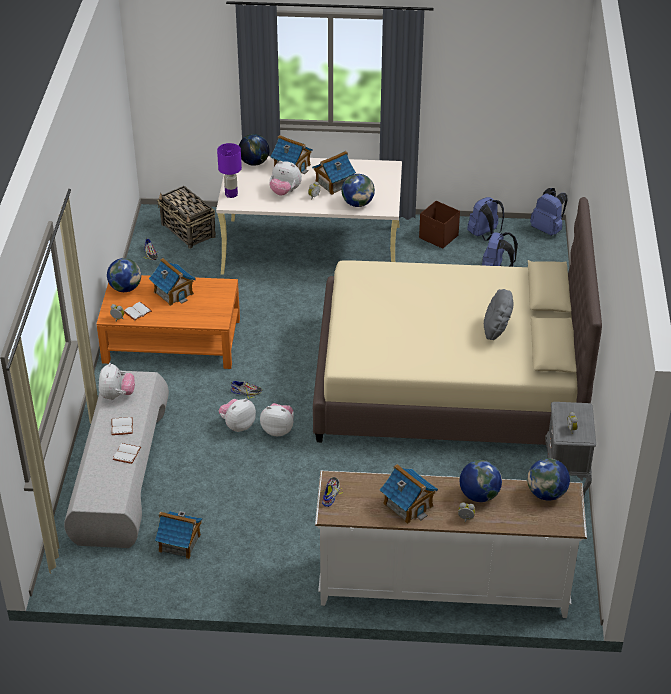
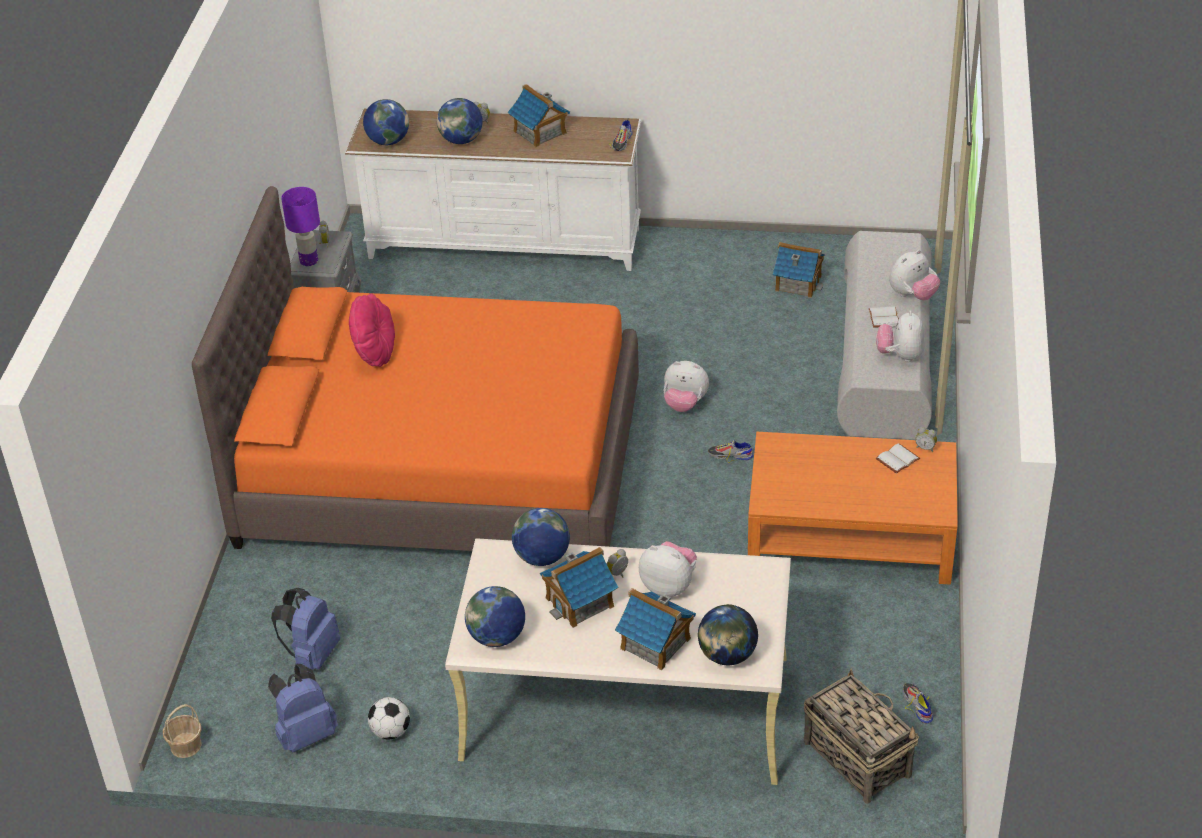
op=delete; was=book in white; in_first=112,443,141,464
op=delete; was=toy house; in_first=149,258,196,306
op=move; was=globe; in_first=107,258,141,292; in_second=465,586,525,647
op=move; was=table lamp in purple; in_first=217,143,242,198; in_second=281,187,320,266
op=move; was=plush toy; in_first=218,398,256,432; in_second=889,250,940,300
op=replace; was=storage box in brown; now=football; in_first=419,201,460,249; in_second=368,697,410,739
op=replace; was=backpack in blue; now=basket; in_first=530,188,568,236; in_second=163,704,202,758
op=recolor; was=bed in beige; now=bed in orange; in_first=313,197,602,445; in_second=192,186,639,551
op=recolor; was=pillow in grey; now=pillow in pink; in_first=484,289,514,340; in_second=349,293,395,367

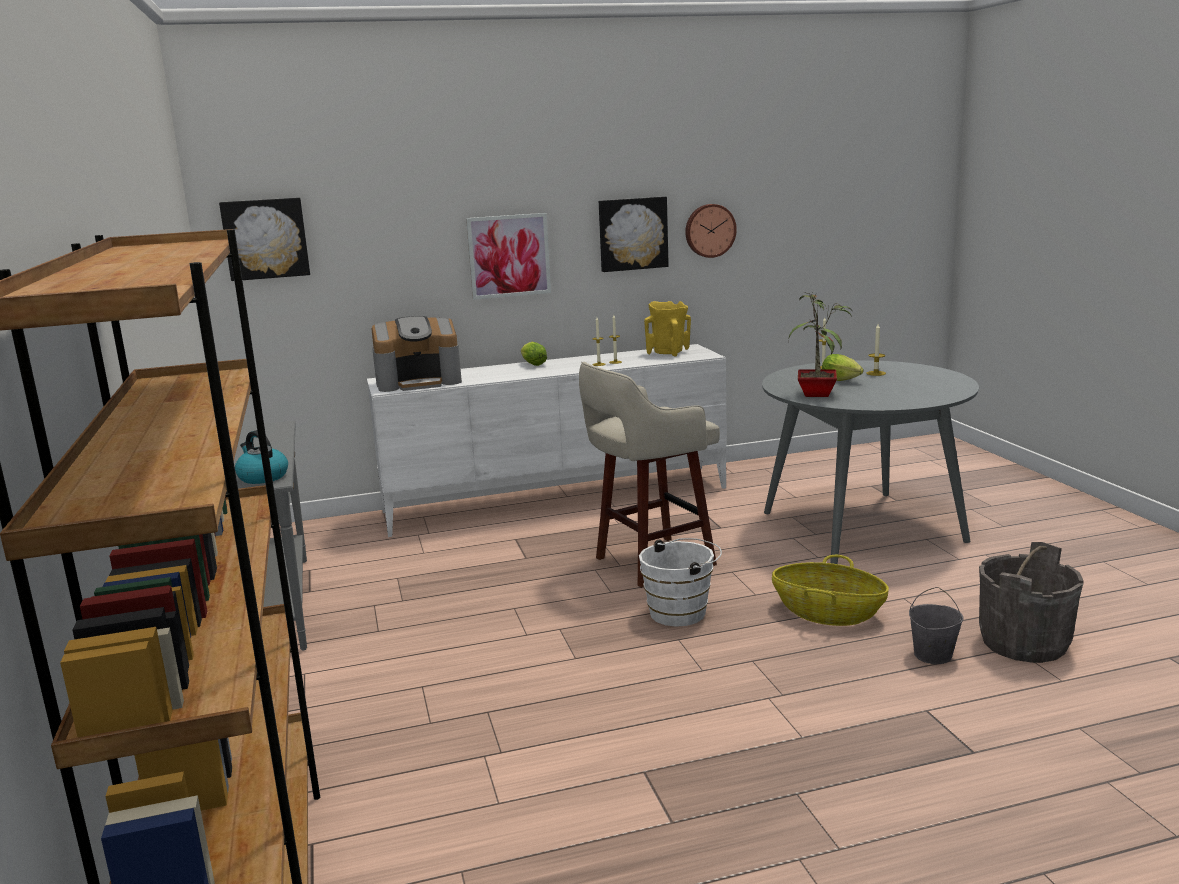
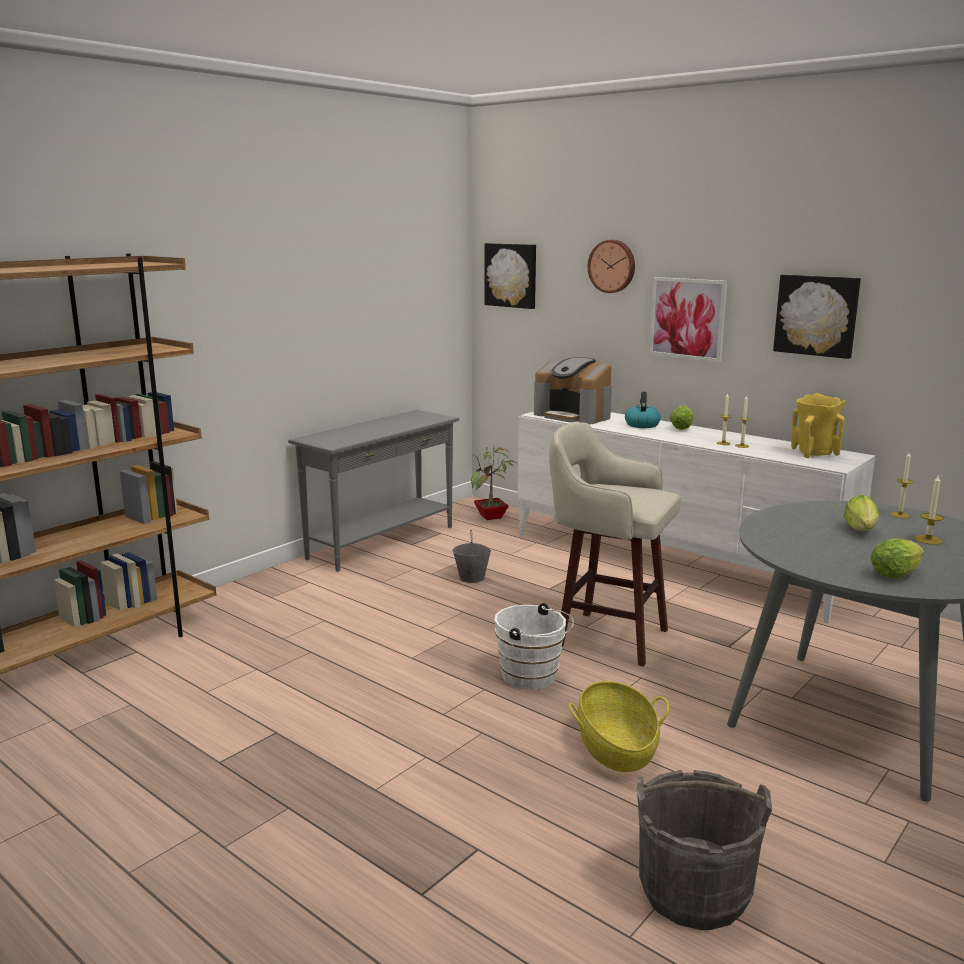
op=insert; now=lettuce; in_second=870,539,924,578
op=move; was=kettle; in_first=235,430,288,484; in_second=625,392,661,428
op=move; was=wall clock; in_first=685,204,737,258; in_second=587,240,635,293
op=move; was=potted plant; in_first=788,292,853,397; in_second=471,447,517,520
op=move; was=bucket in grey; in_first=909,587,964,664; in_second=452,529,491,583

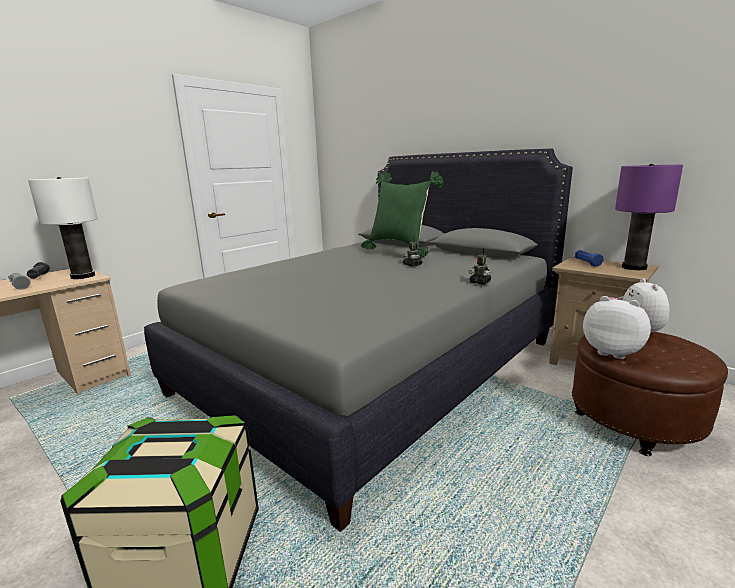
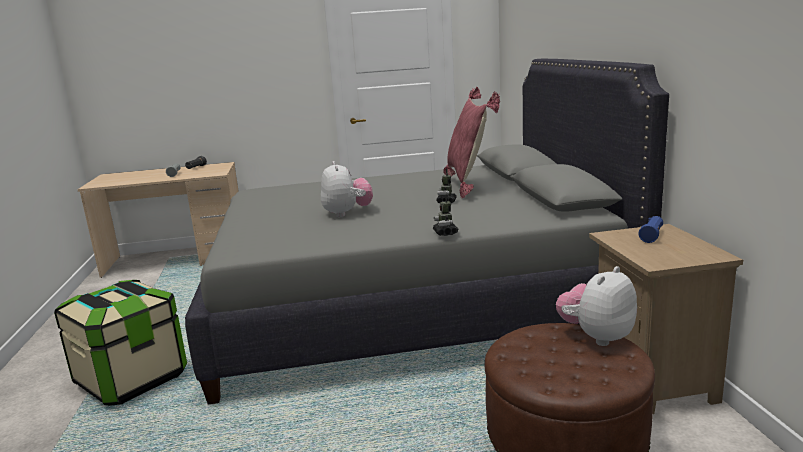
op=delete; was=table lamp in white; in_first=28,177,98,279
op=delete; was=table lamp in purple; in_first=615,164,683,270
op=move; was=plush toy; in_first=583,296,651,359; in_second=321,161,373,217
op=recolor; was=pillow in green; now=pillow in red; in_first=361,171,443,259; in_second=443,87,500,199

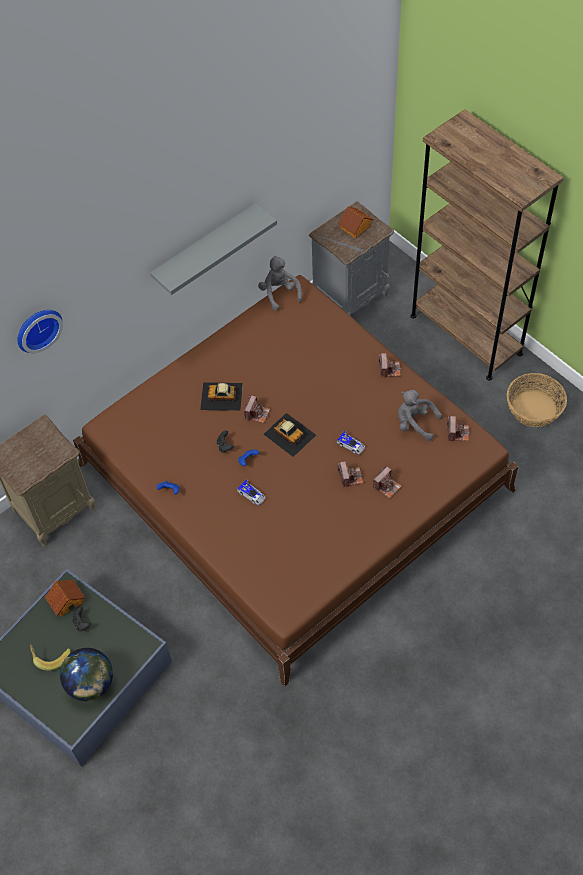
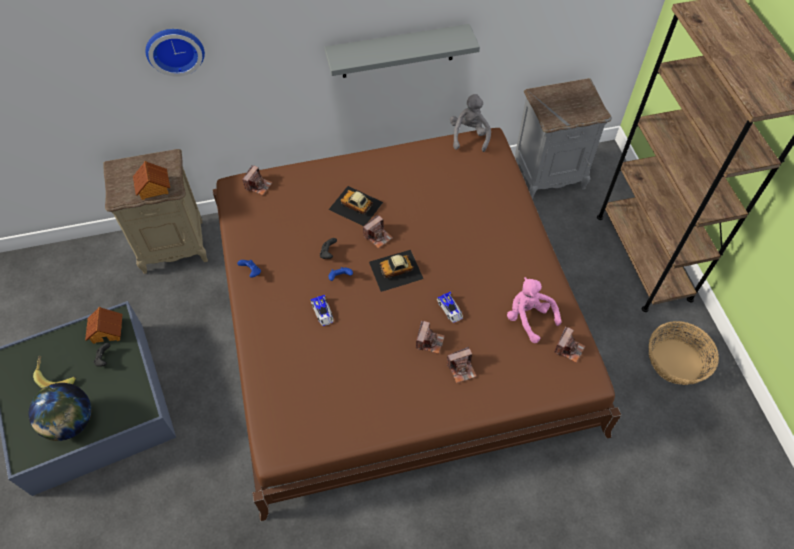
op=move; was=toy house; in_first=338,206,374,239; in_second=133,161,170,200
op=move; was=photo camera; in_first=379,353,401,378; in_second=242,166,273,195
op=recolor; was=plush toy in grey; now=plush toy in pink; in_first=398,390,442,441; in_second=507,277,562,343
op=rotate; was=toy car; in_first=264,413,316,457; in_second=369,250,423,292; clockwise=90

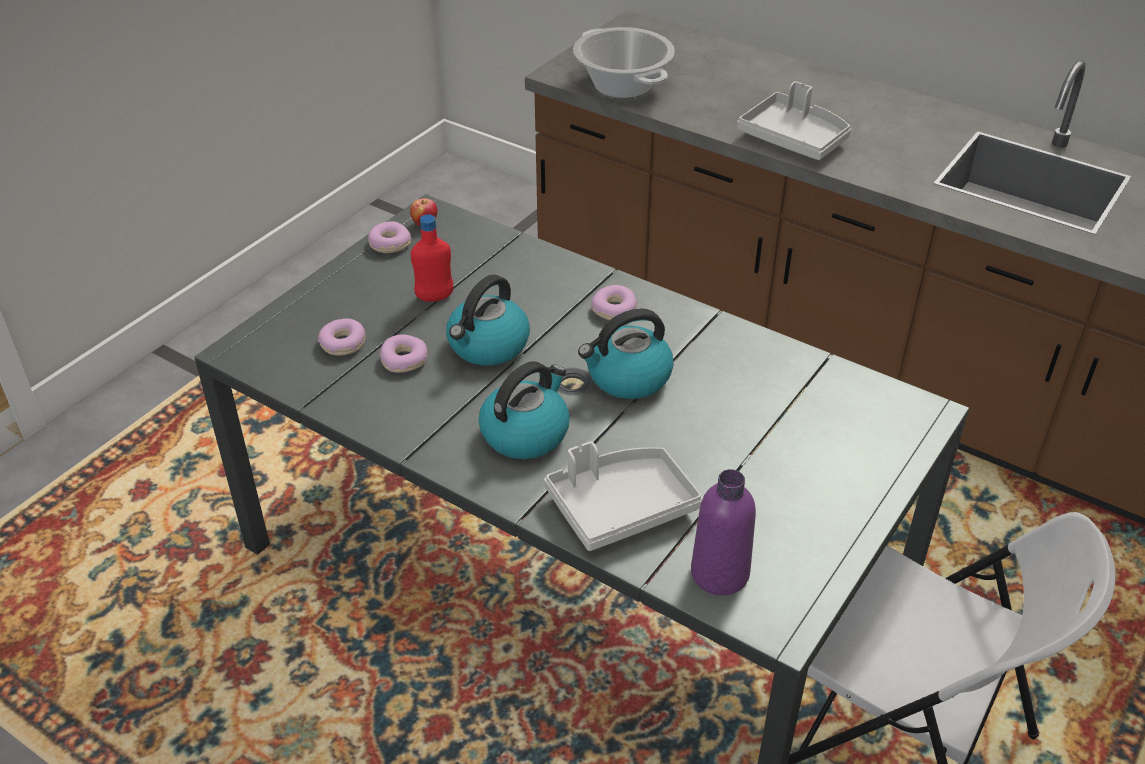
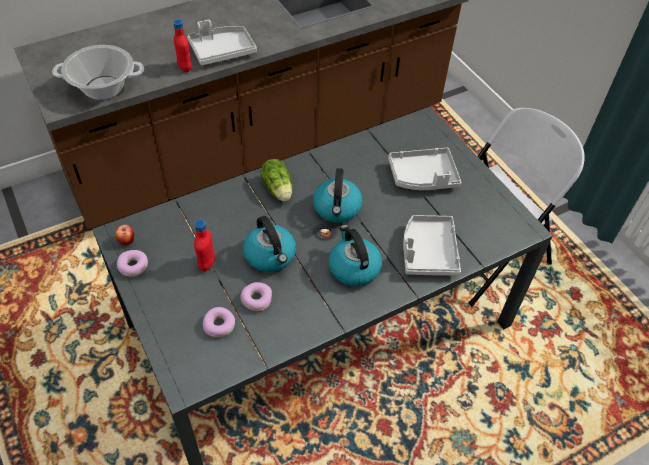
op=delete; was=bottle in purple; in_first=691,469,756,595
op=insert; now=bottle in red; in_second=174,20,192,72
op=insert; now=tray in grey; in_second=388,148,462,190
op=replace; was=donut; now=lettuce; in_first=591,285,637,320; in_second=261,159,292,201

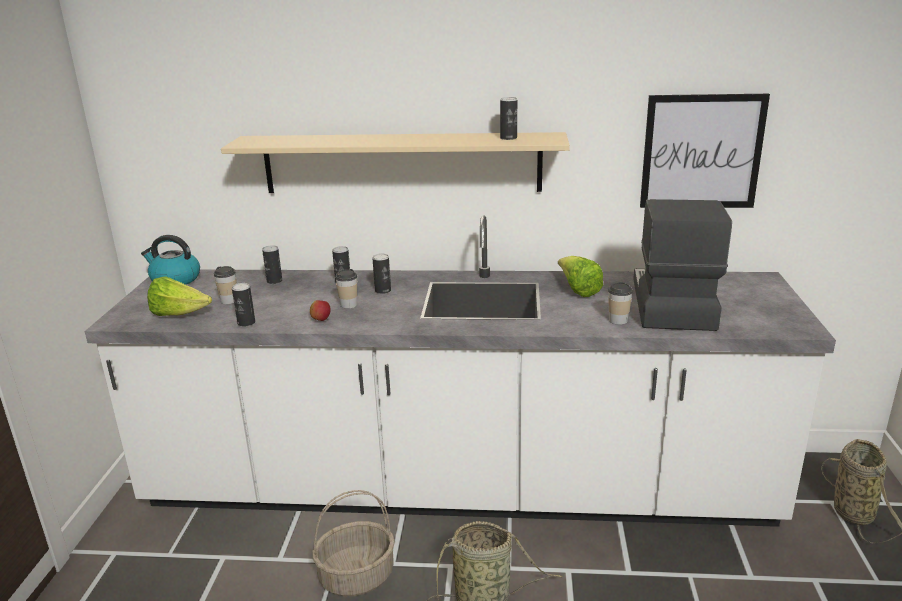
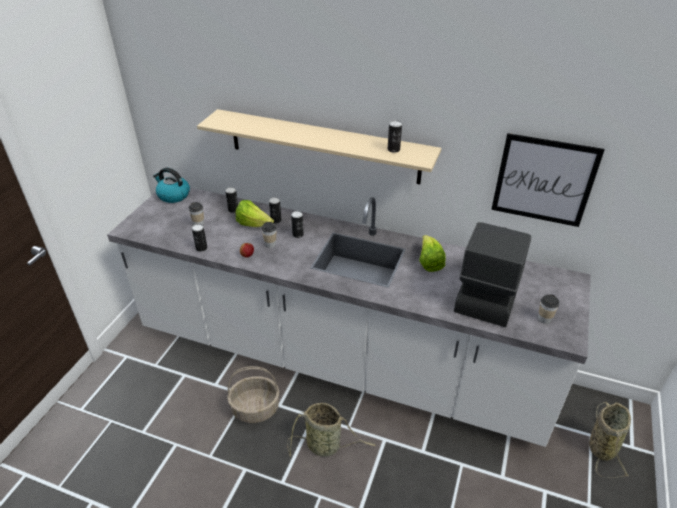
op=move; was=lettuce; in_first=147,276,212,316; in_second=235,200,274,227
op=move; was=cup; in_first=608,282,633,325; in_second=538,294,560,324

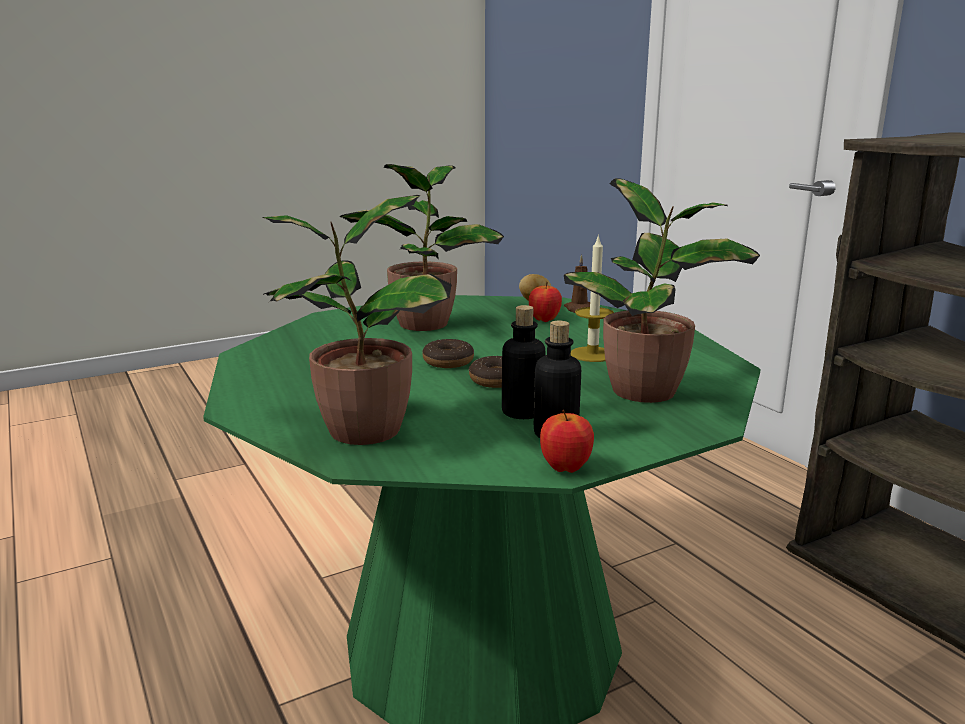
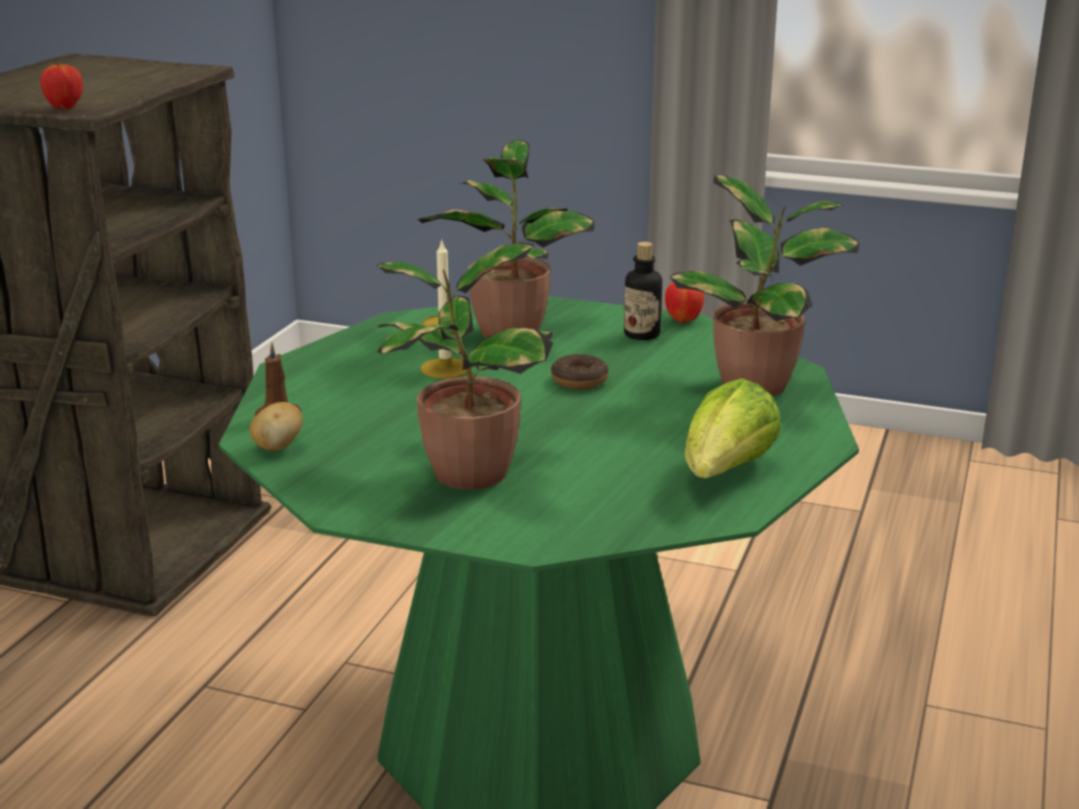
op=delete; was=donut; in_first=422,339,474,368
op=delete; was=bottle; in_first=502,305,545,419
op=insert; now=lettuce; in_second=685,378,781,478
op=move; was=apple; in_first=529,282,562,322; in_second=40,60,83,109

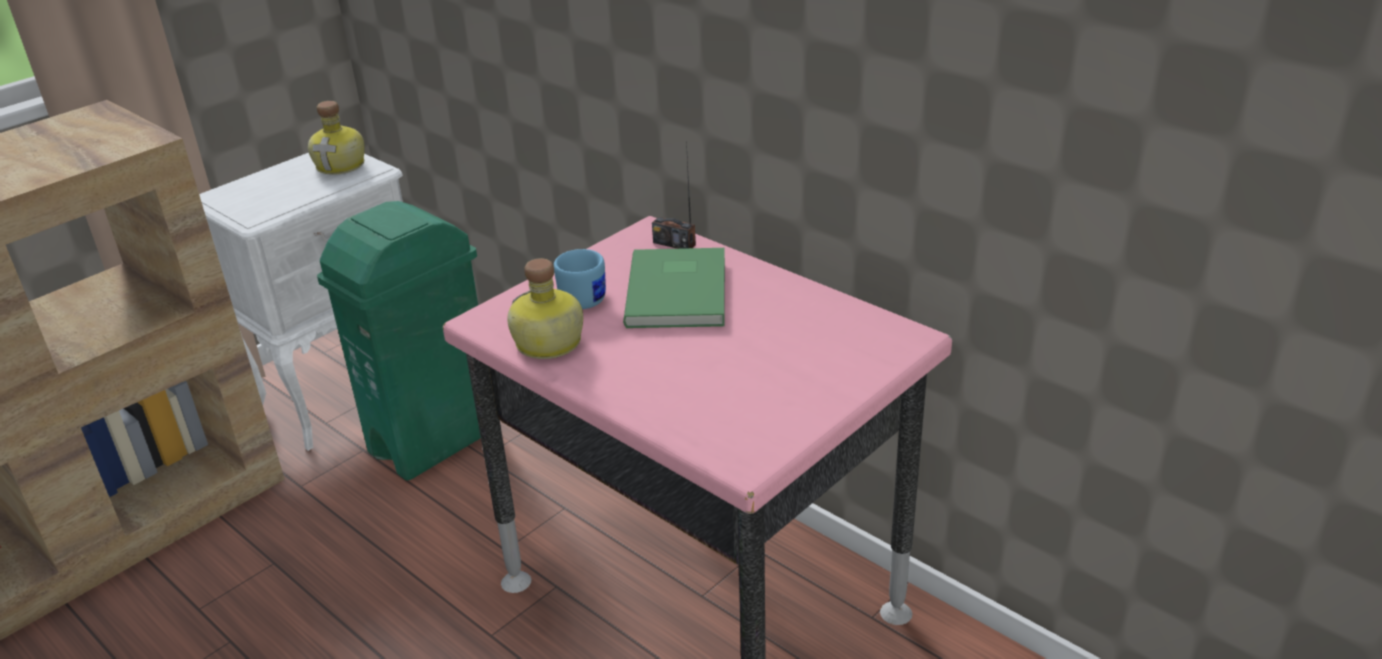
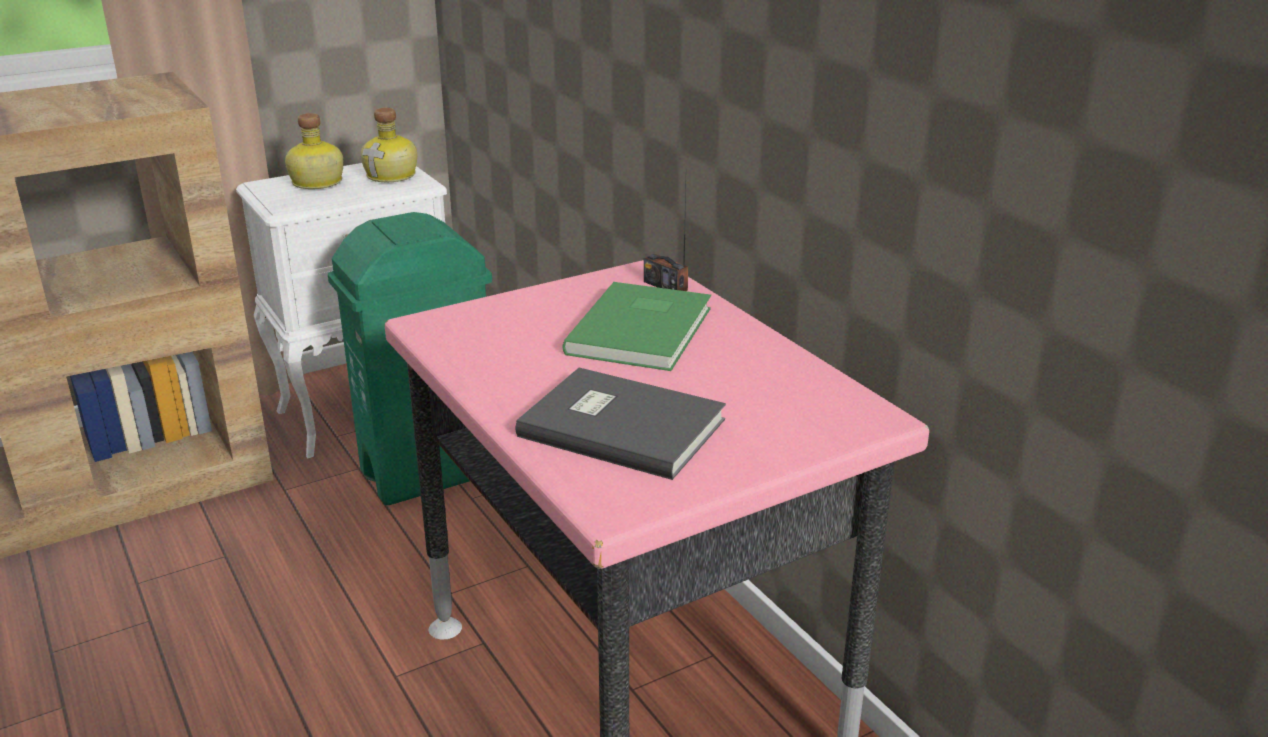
op=delete; was=mug in blue; in_first=554,249,606,309
op=insert; now=book in grey; in_second=515,368,726,480
op=move; was=bottle; in_first=507,258,583,359; in_second=285,113,344,189

